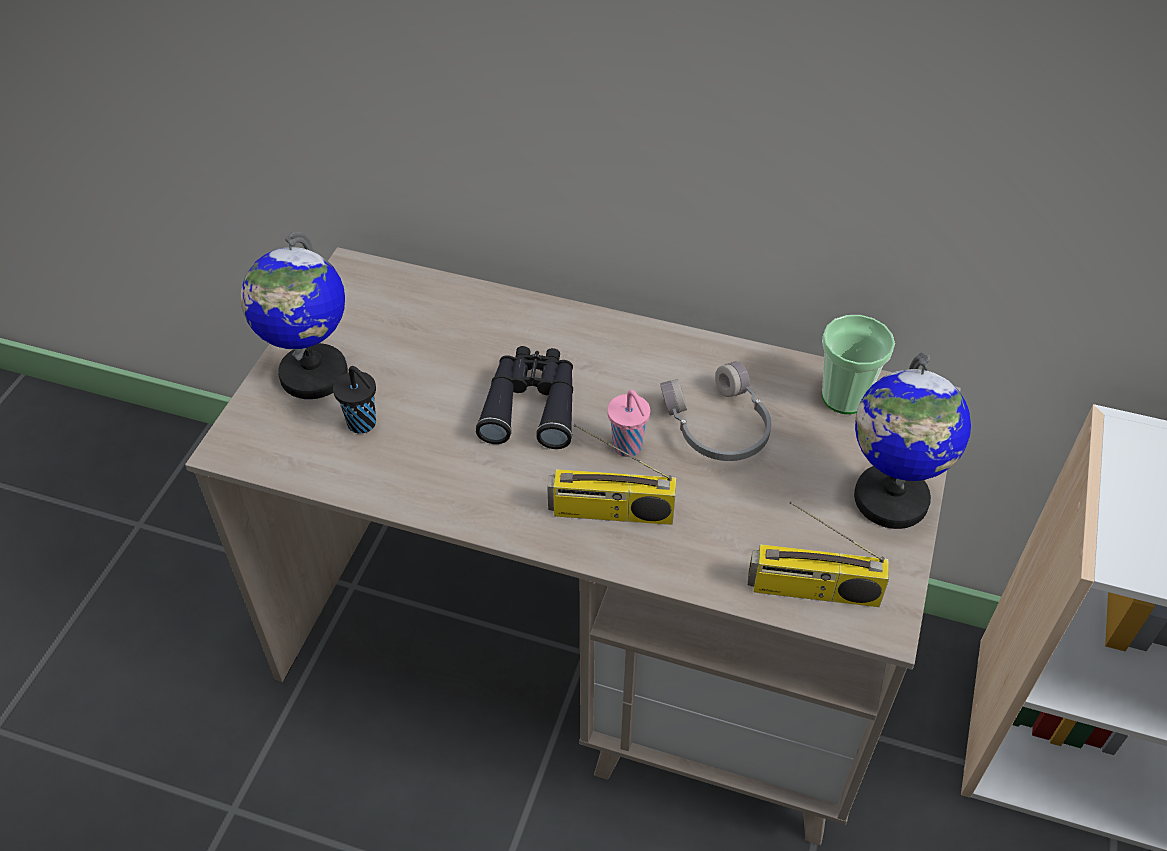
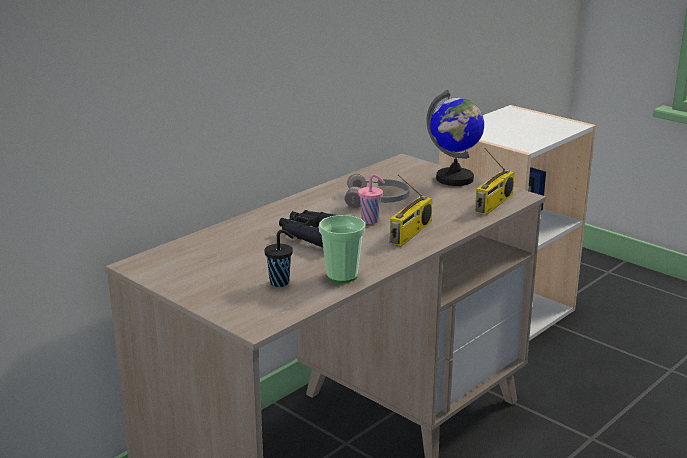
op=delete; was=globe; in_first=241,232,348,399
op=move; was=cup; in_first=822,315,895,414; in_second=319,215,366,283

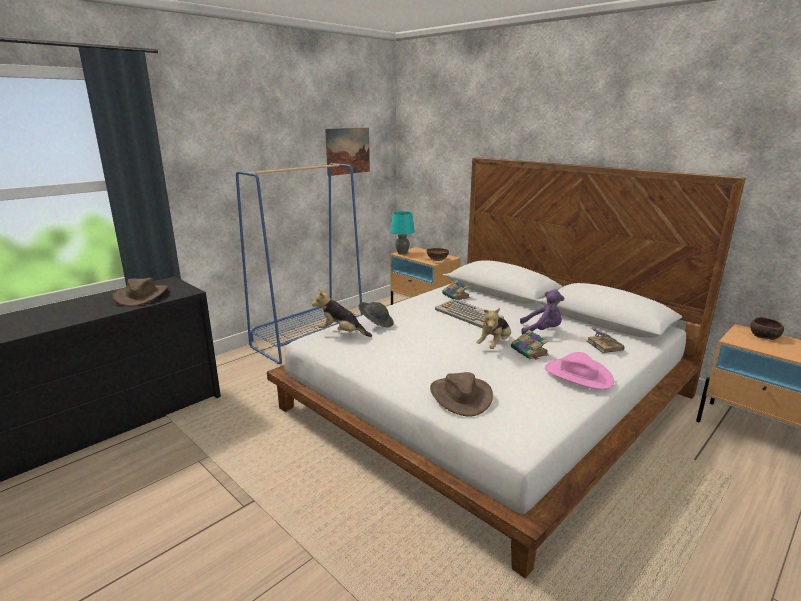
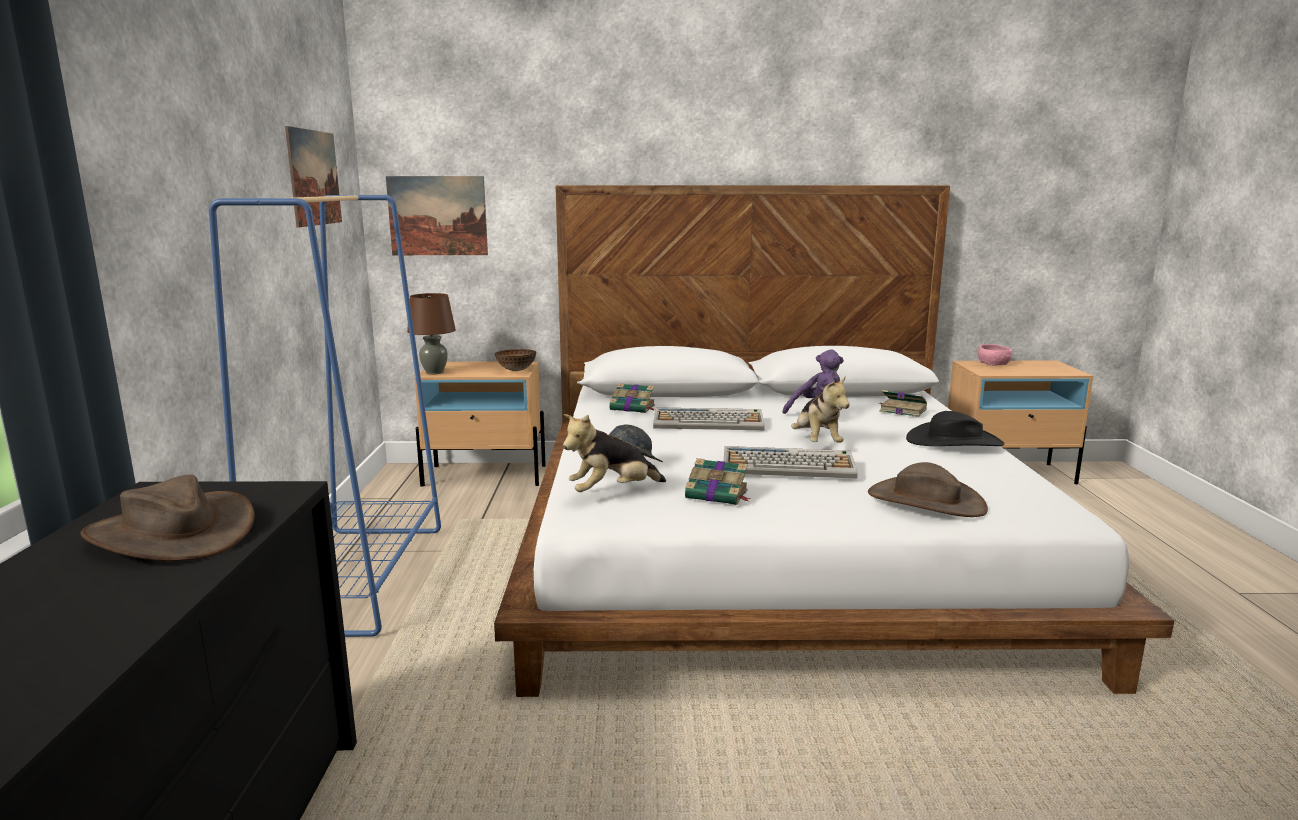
op=insert; now=picture; in_second=386,176,488,255
op=insert; now=keyboard; in_second=724,446,858,479
op=move; was=book; in_first=511,330,549,360; in_second=685,458,751,505
op=recolor; was=table lamp in turquoise; now=table lamp in brown; in_first=390,211,415,255; in_second=407,293,456,375
op=recolor; was=hat in pink; now=hat in black; in_first=545,352,614,390; in_second=906,411,1004,446
op=recolor; was=bowl in brown; now=bowl in pink; in_first=750,317,784,340; in_second=978,344,1012,366

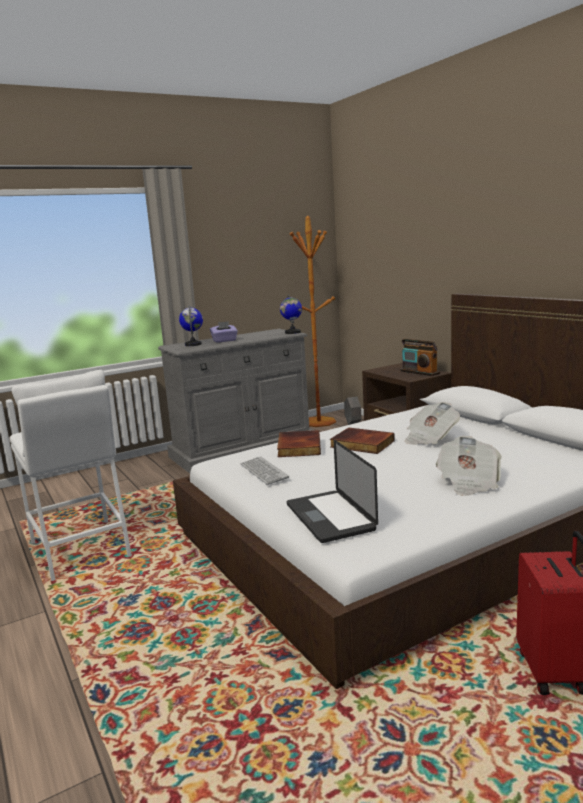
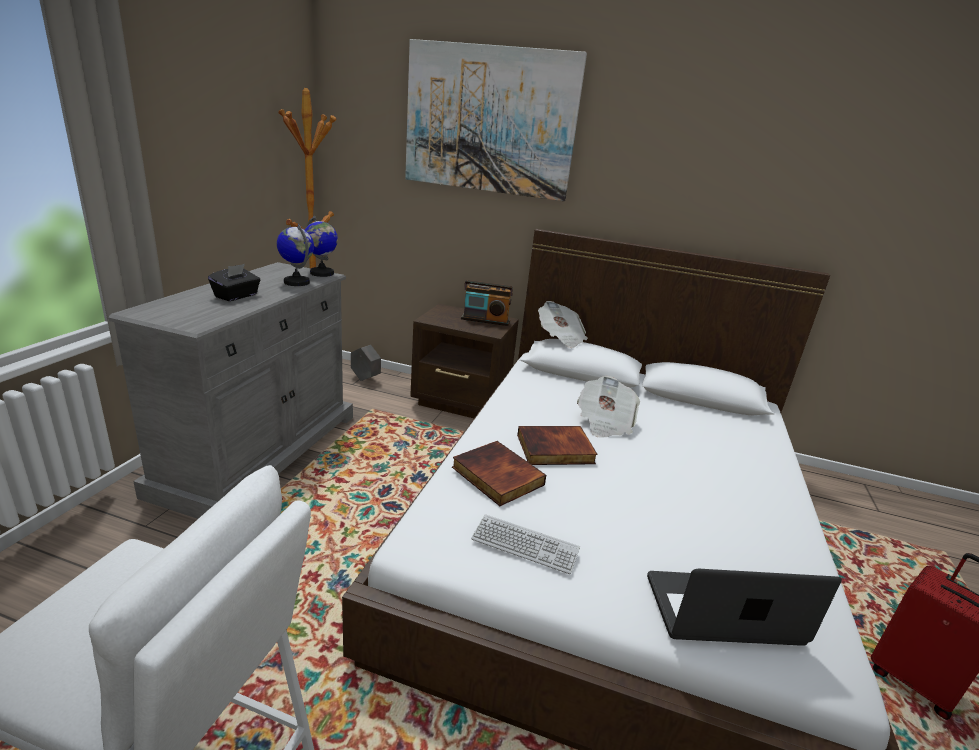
op=insert; now=picture; in_second=405,39,587,201
op=move; was=globe; in_first=179,305,203,346; in_second=277,224,314,286
op=move; was=newspaper; in_first=436,436,502,496; in_second=538,301,588,348
op=recolor; was=tissue box in purple; now=tissue box in black; in_first=210,321,238,343; in_second=208,264,260,301
op=rotate; was=laptop; in_first=287,440,378,543; in_second=647,569,842,646; clockwise=150

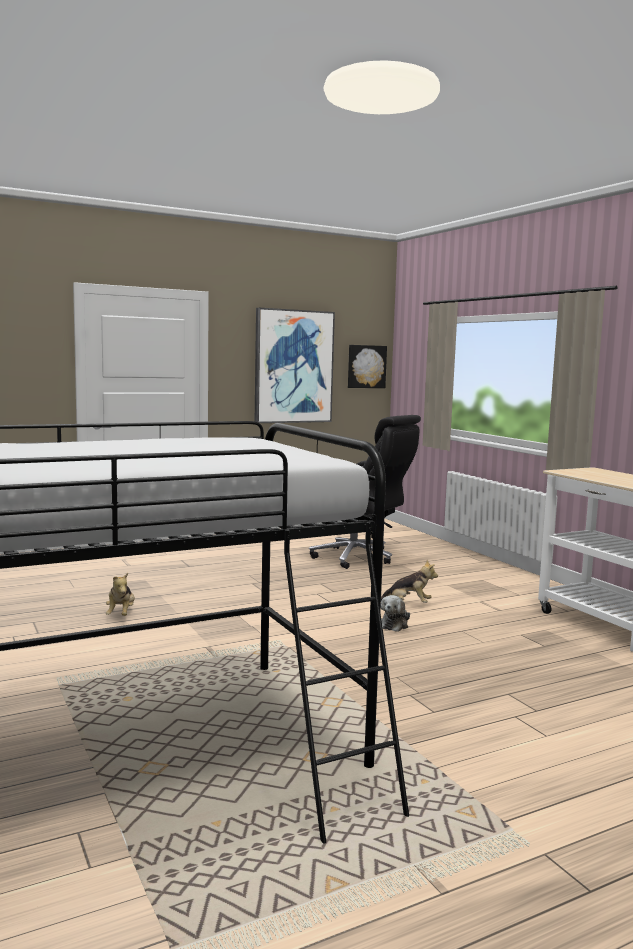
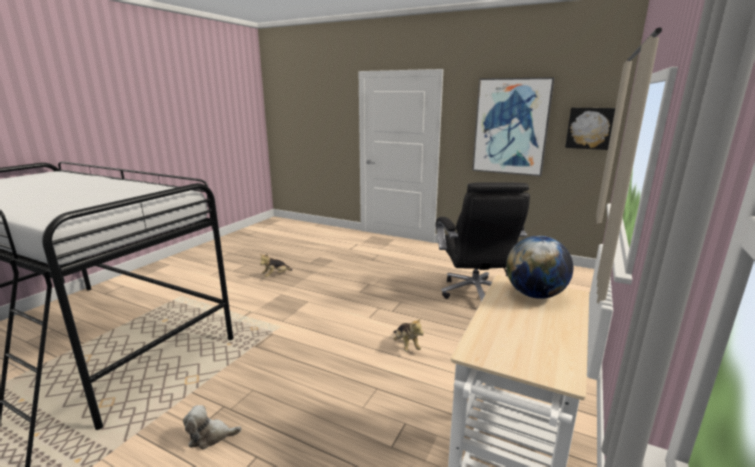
op=insert; now=globe; in_second=506,236,573,299
op=move; was=plush toy; in_first=381,595,410,632; in_second=183,405,241,450

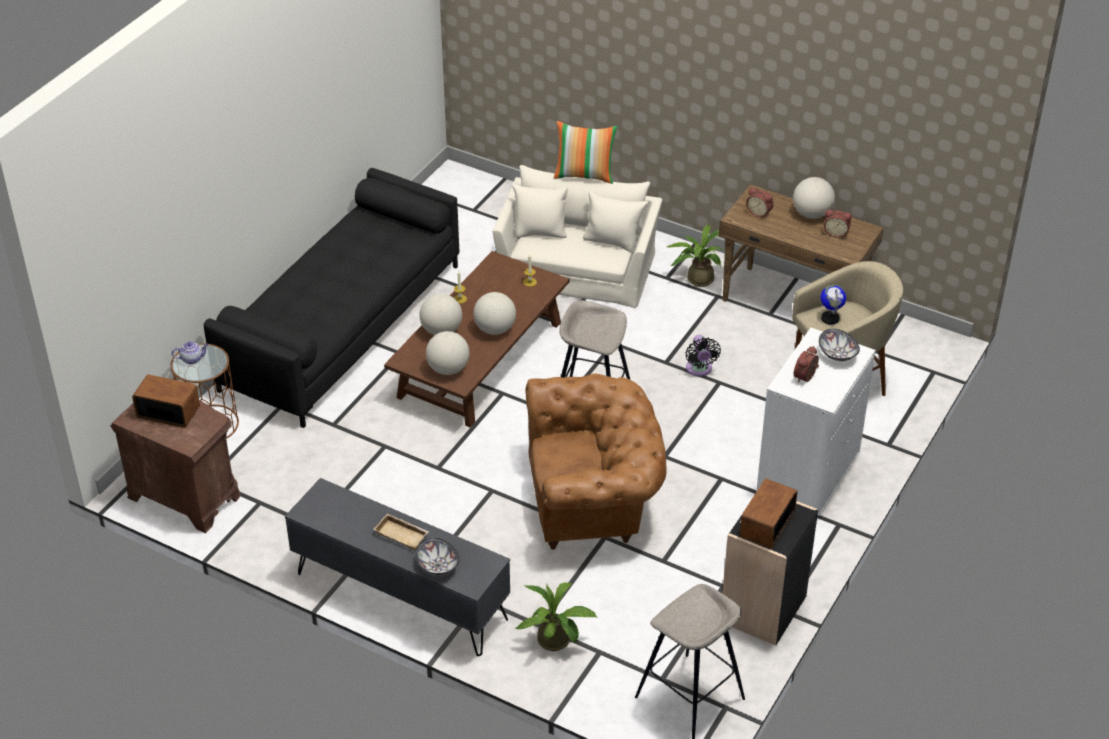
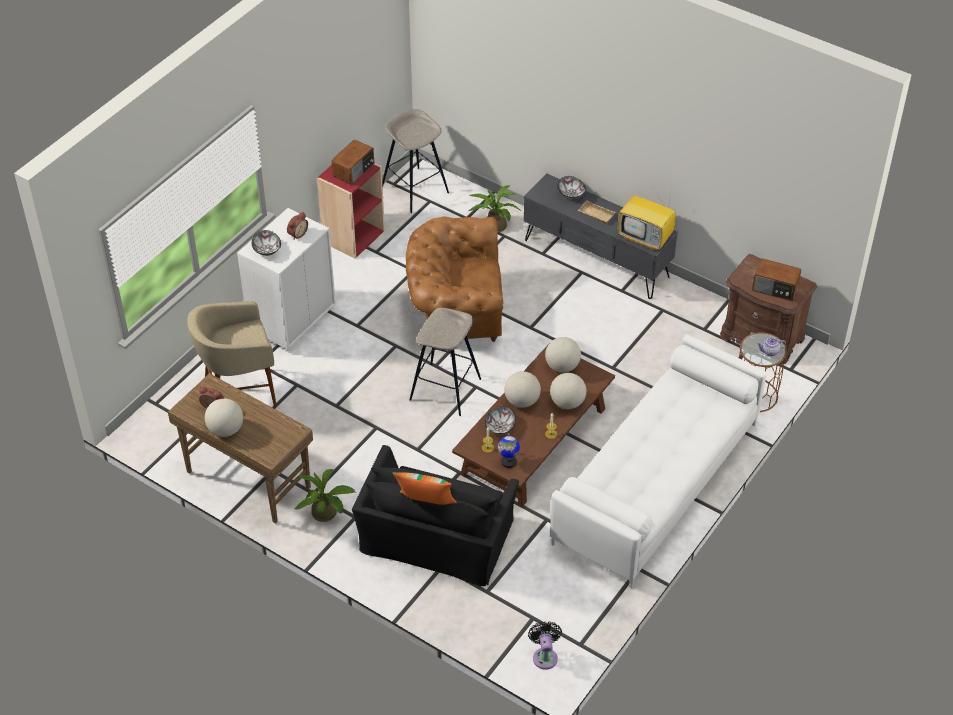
op=delete; was=alarm clock; in_first=746,187,774,218
op=insert; now=bowl; in_second=485,406,516,435
op=insert; now=television; in_second=618,187,676,251
op=move; was=fan in black; in_first=686,335,721,377; in_second=528,621,562,670
op=move; was=globe; in_first=821,285,846,325; in_second=498,433,520,468
op=recolor; was=sofa in black; now=sofa in white; in_first=204,168,460,428; in_second=550,334,767,588
op=recolor; was=armchair in beige; now=armchair in black; in_first=492,165,662,308; in_second=352,445,519,586
op=recolor; was=bookcase in black; now=bookcase in red; in_first=722,501,818,646; in_second=317,163,385,258

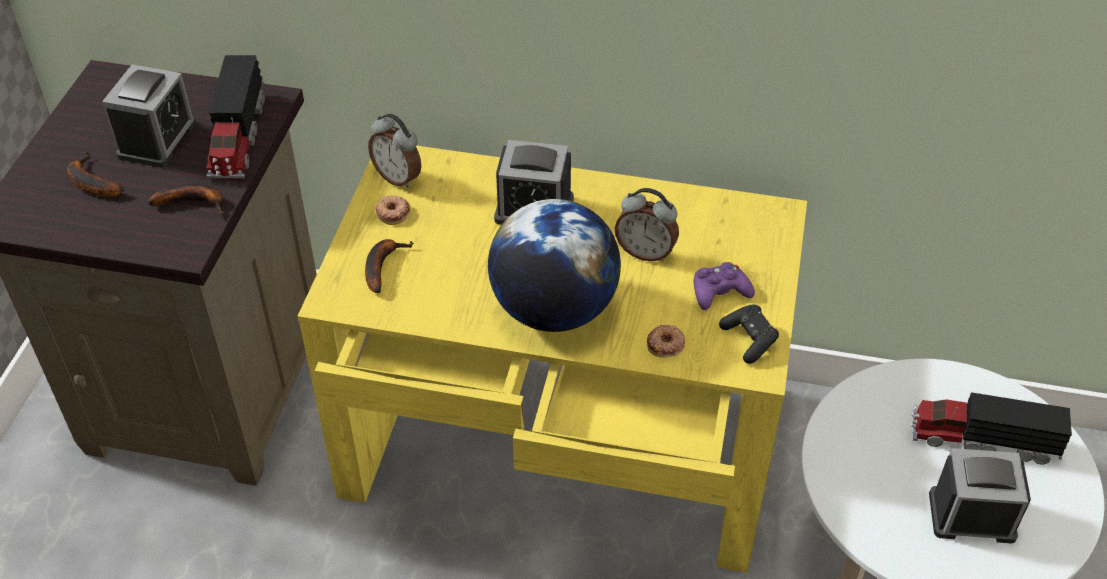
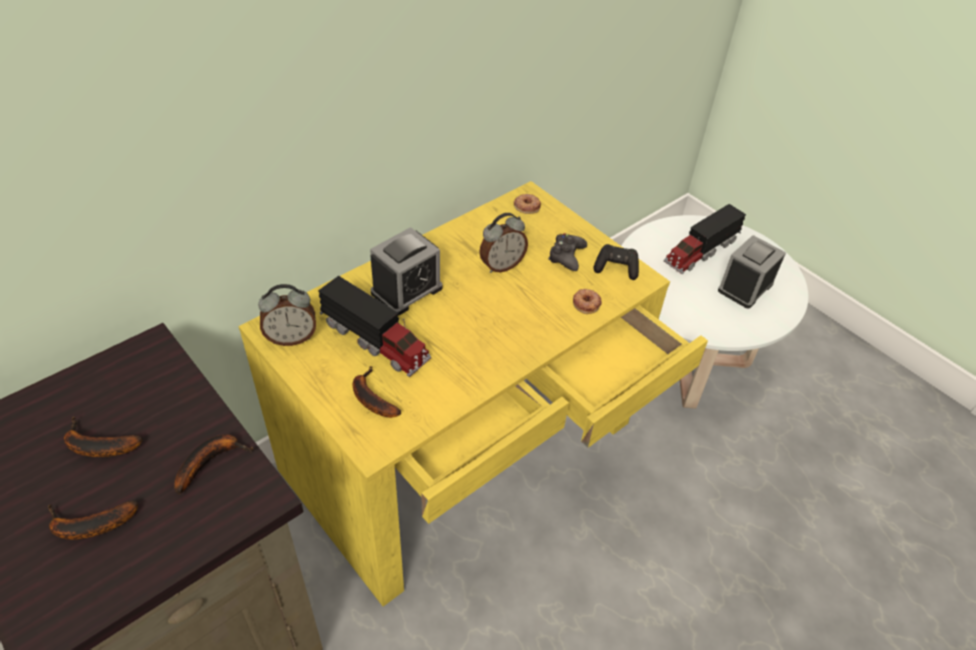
op=delete; was=globe; in_first=488,199,621,332
op=move; was=toy truck; in_first=206,55,265,178; in_second=318,276,431,377
op=move; was=donut; in_first=376,195,410,225; in_second=514,194,541,214
op=replace; was=alarm clock; now=banana; in_first=102,64,196,168; in_second=64,417,142,457
op=recolor; was=game controller in purple; now=game controller in black; in_first=693,262,755,310; in_second=548,233,587,271

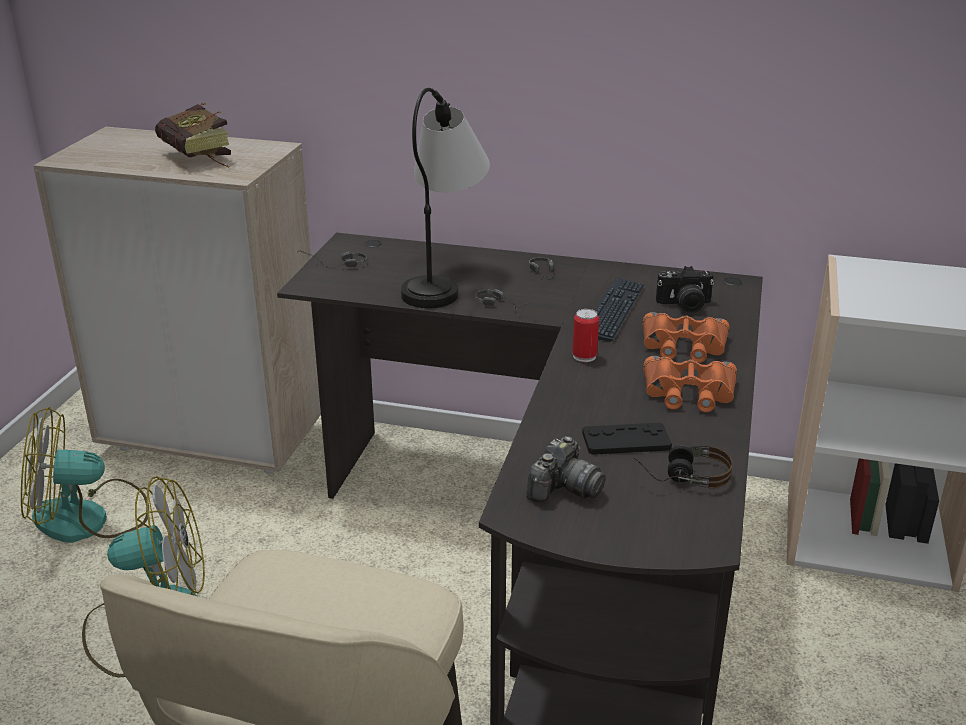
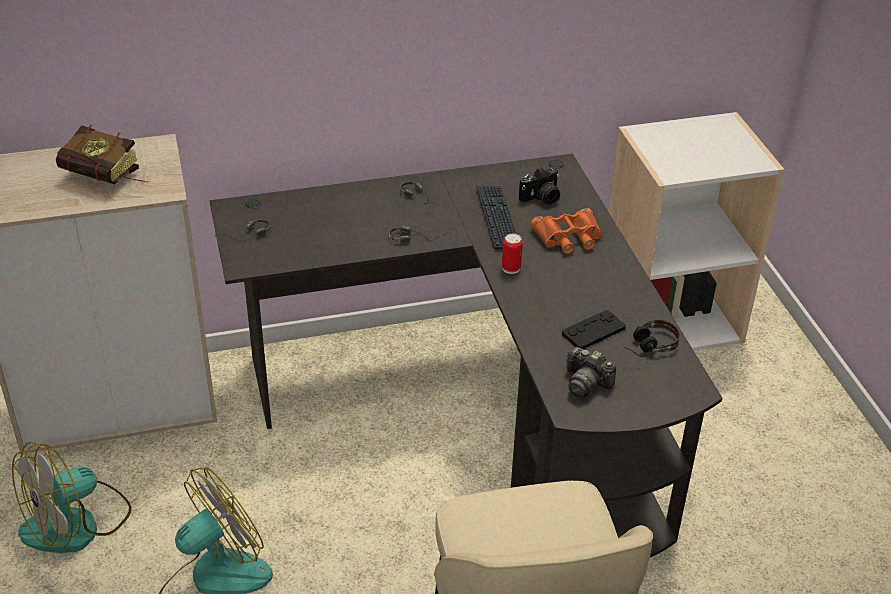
op=delete; was=table lamp; in_first=401,88,490,308
op=delete; was=binoculars in orange; in_first=643,356,737,412
op=rotate; was=photo camera; in_first=526,436,606,502; in_second=566,347,616,397; clockwise=120

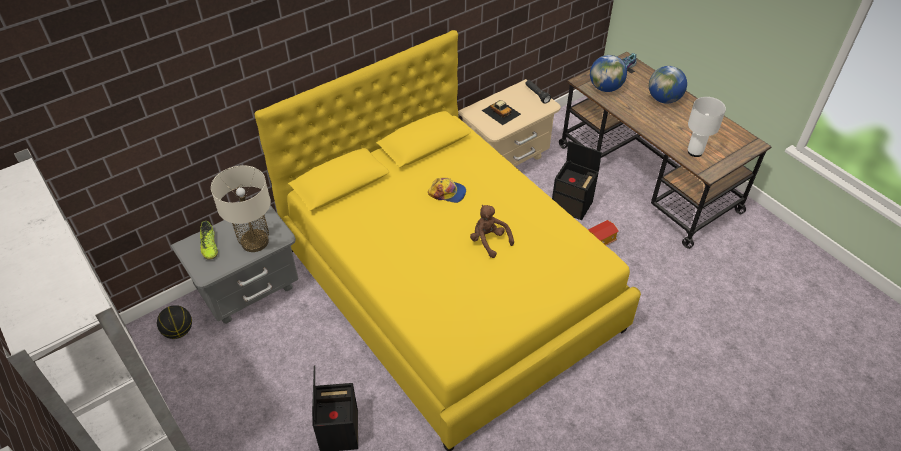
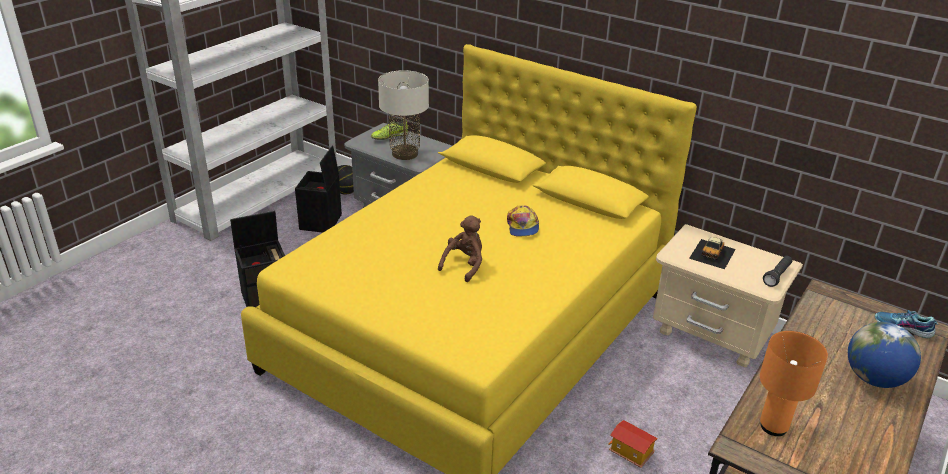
op=delete; was=globe; in_first=590,55,627,92
op=move; was=storage box in black; in_first=552,141,602,220; in_second=295,145,342,233
op=recolor; was=table lamp in white; now=table lamp in orange; in_first=688,97,726,157; in_second=760,331,828,436

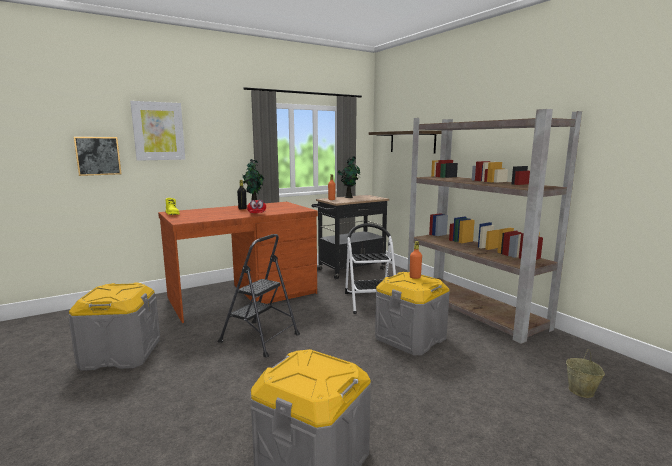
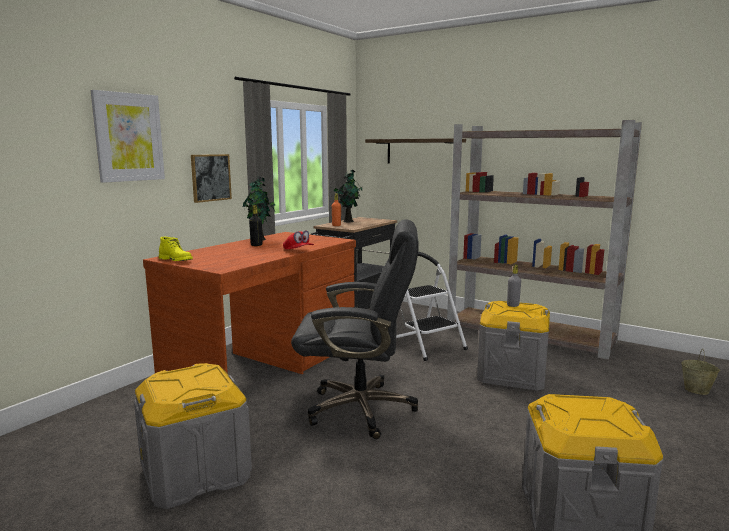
op=move; was=picture; in_first=74,137,122,176; in_second=191,154,232,203
op=replace; was=step ladder in black; now=office chair in black; in_first=218,234,300,358; in_second=291,219,419,439
op=recolor; was=bottle in orange; now=bottle in grey; in_first=410,241,422,279; in_second=507,265,521,307

